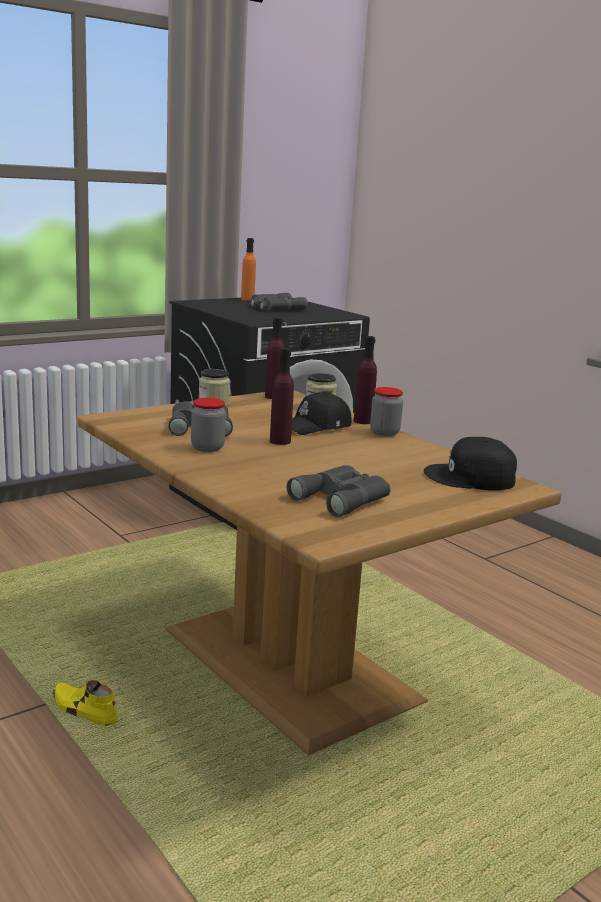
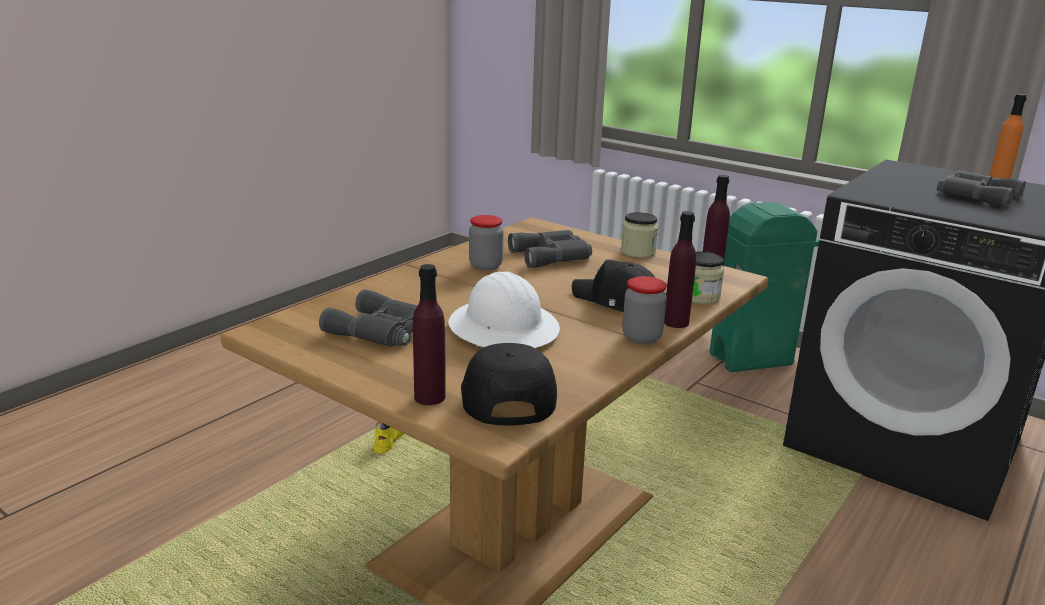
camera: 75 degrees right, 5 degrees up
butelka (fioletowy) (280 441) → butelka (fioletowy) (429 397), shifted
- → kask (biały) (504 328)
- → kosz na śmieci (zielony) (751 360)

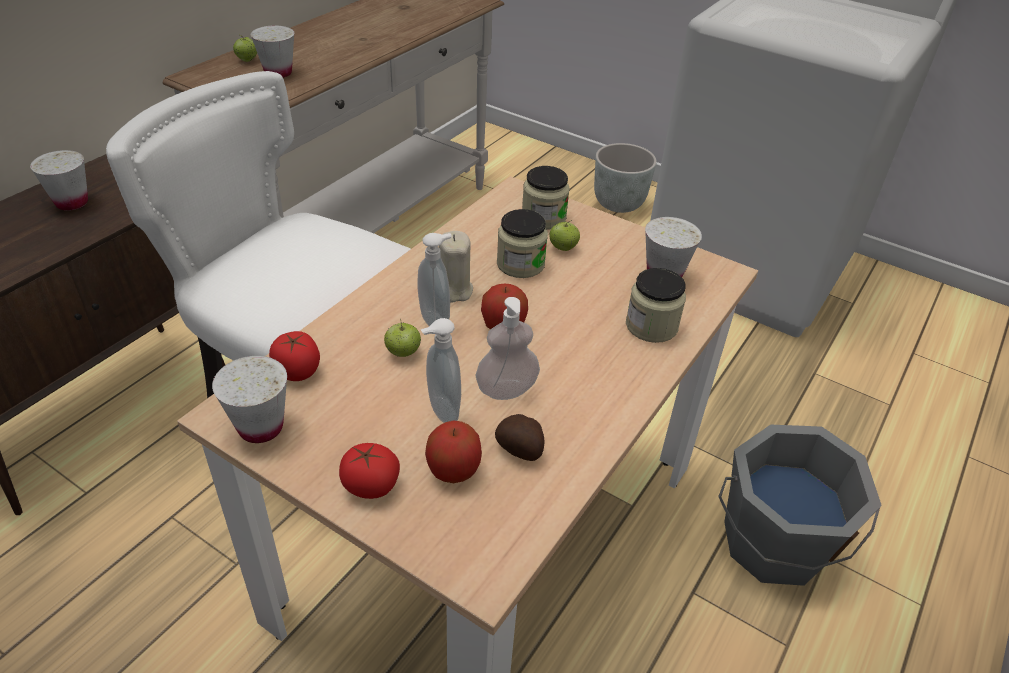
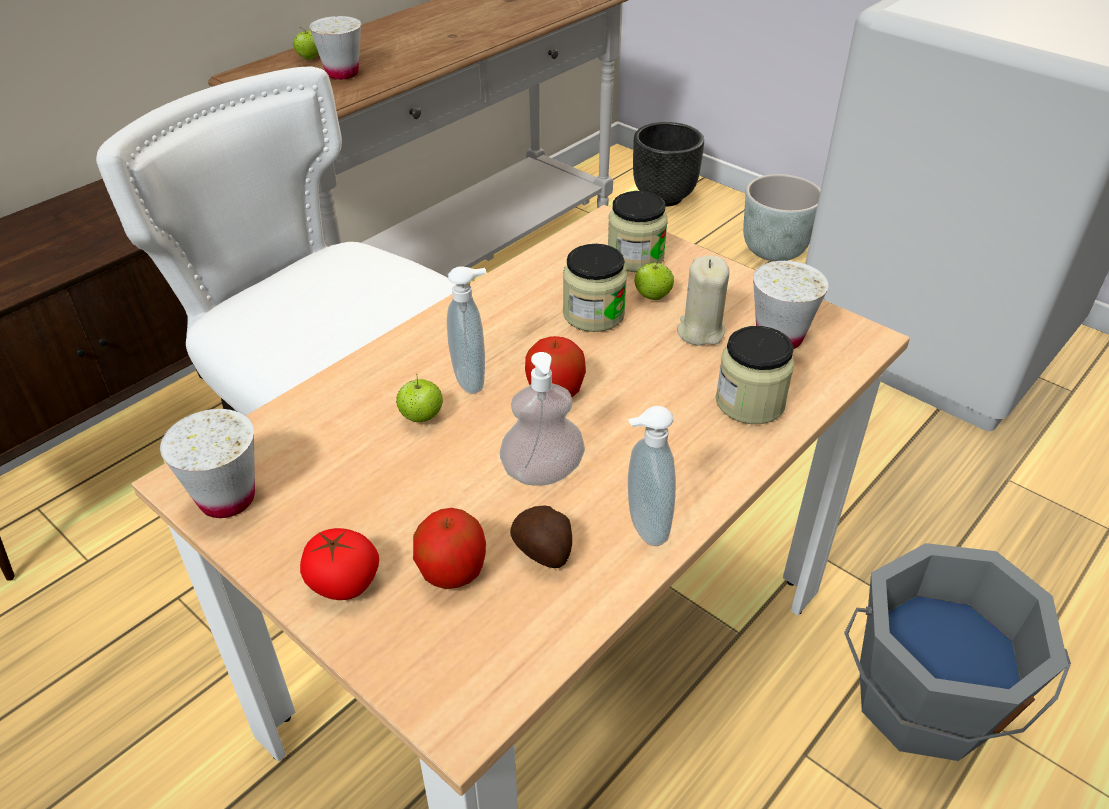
camera: 10 degrees right, 0 degrees up
filiżanka (biały) (72 203) → -
pomidor (297 371) → -
dozownik mydła (440 411) → dozownik mydła (643 527), shifted
świeca (beżowy) (453 290) → świeca (beżowy) (700 331), shifted
- → donica (czarny) (664 197)

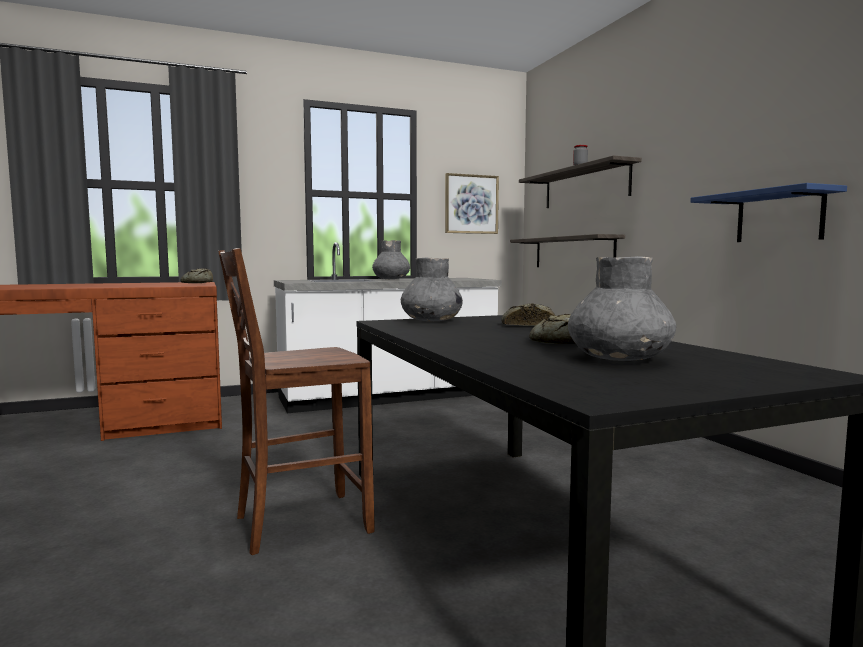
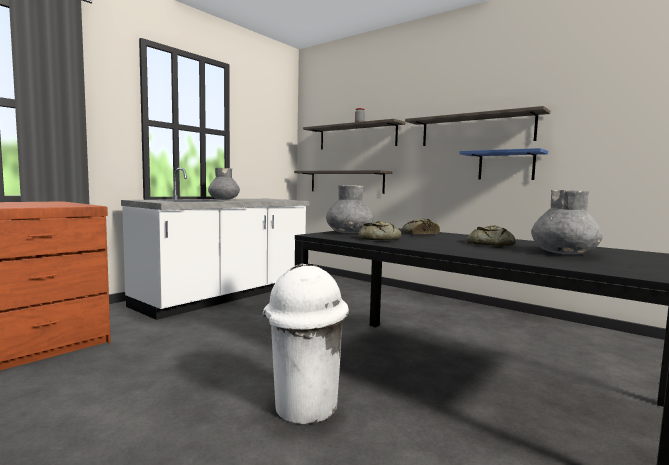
camera: 30 degrees left, 0 degrees up
chleb (197 283) → chleb (378 239), shifted
krzesło (brązowy) (299 523) → kosz na śmieci (biały) (304 407)
obraz (471 204) → -
- → półka (475 130)

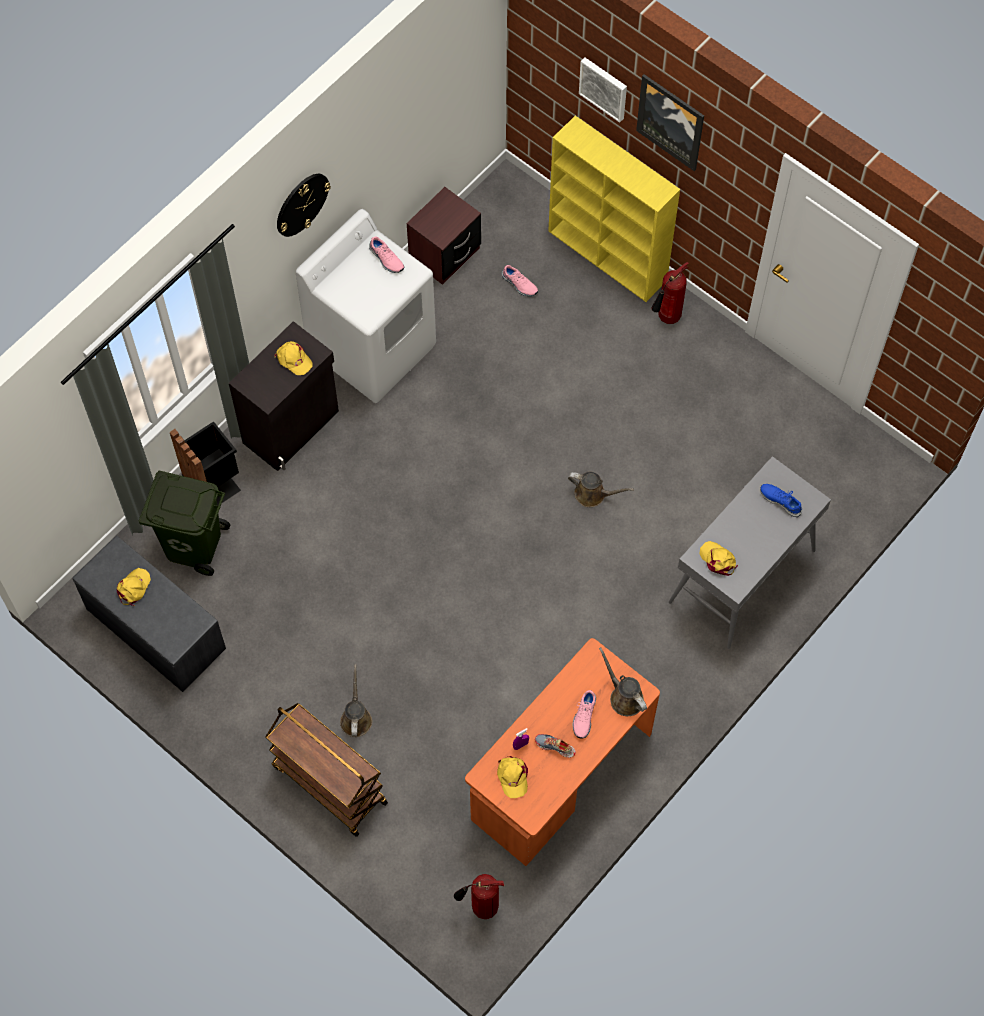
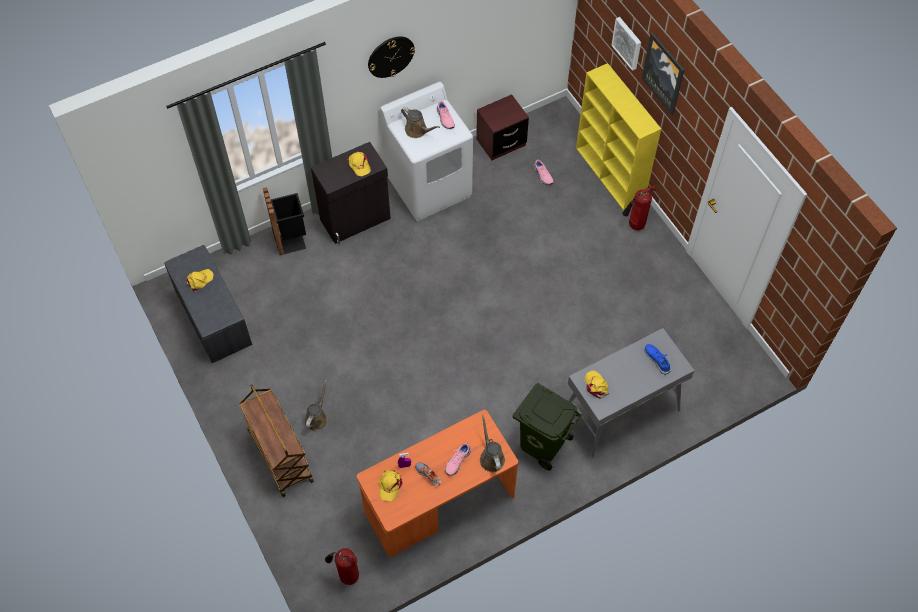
camera: 20 degrees right, 5 degrees down
kosz na śmieci (zielony) (194 544) → kosz na śmieci (zielony) (542 443), shifted
konewka (brązowy) (593 494) → konewka (brązowy) (417 130), shifted

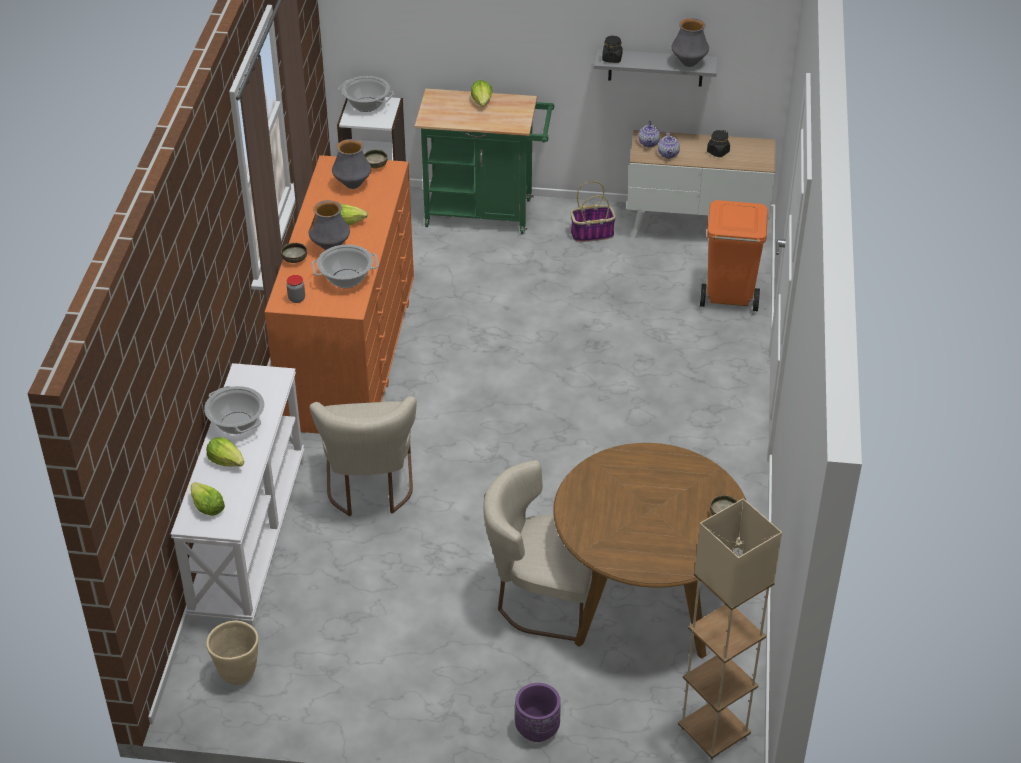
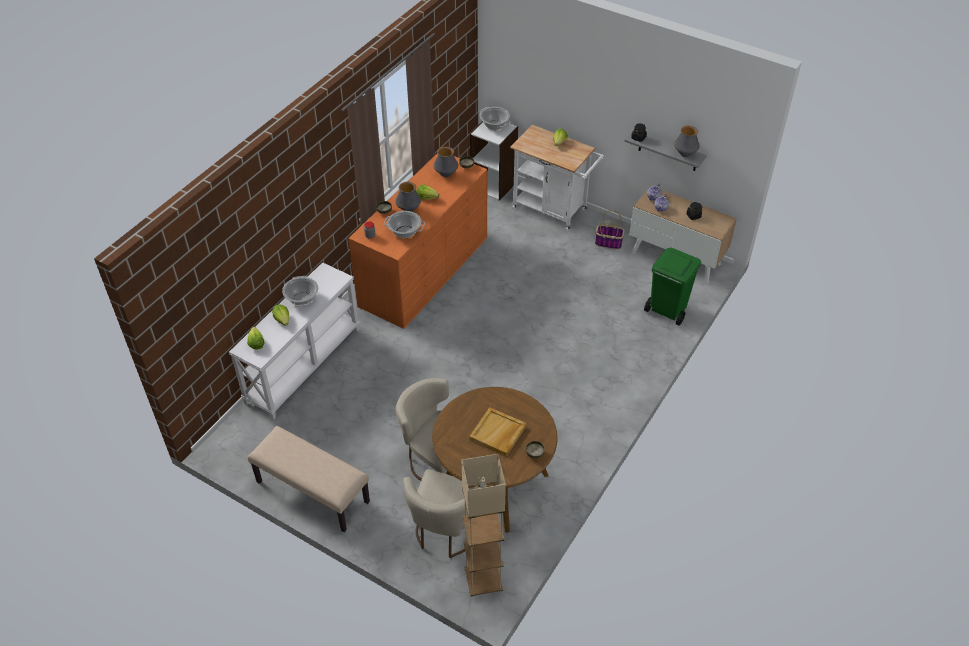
camera: 25 degrees right, 5 degrees up
donica (beżowy) (237 674) → -
krzesło (beżowy) (370 488) → krzesło (beżowy) (445 532), shifted
wózek (zielony) (486 213) → wózek (biały) (553 210)
donica (fioletowy) (537 729) → -
kosz na śmieci (pomarańczowy) (728 297) → kosz na śmieci (zielony) (667 310)
- → ławka (beżowy) (312 492)
- → taca (beżowy) (498 433)

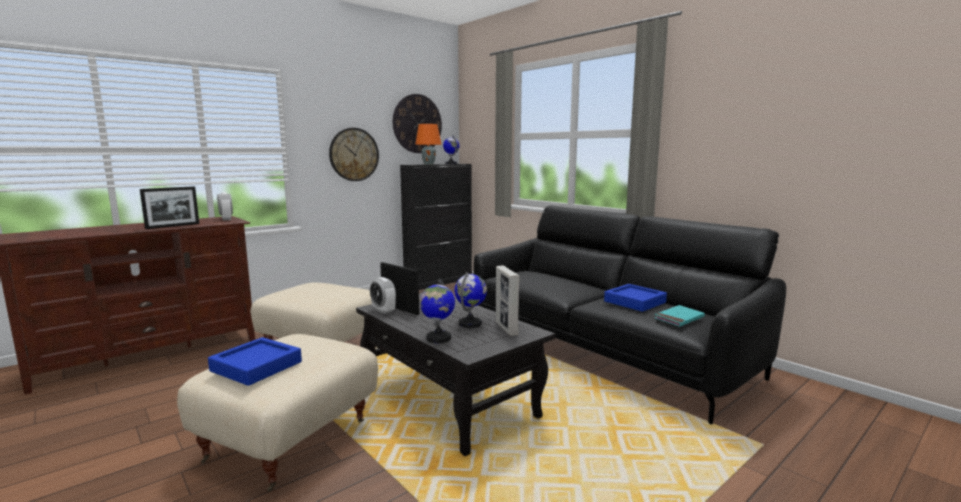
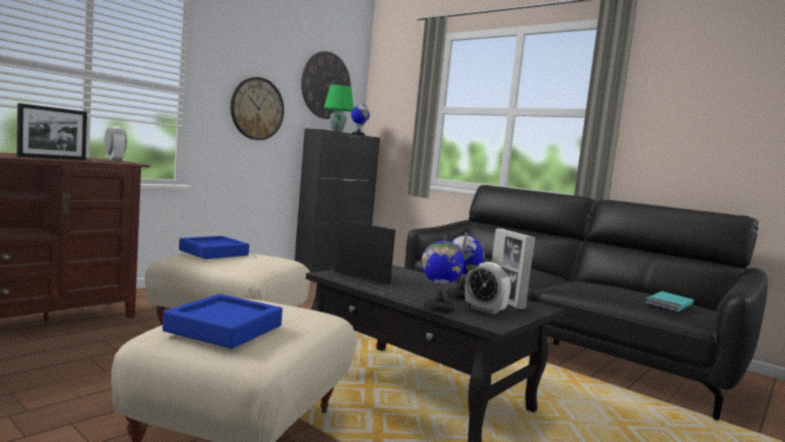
camera: 10 degrees left, 5 degrees down
budzik (383 311) → budzik (484 310), shifted
lampa stołowa (pomarańczowy) (429 164) → lampa stołowa (zielony) (337 131)
taca (niebieski) (634 302) → taca (niebieski) (213 252), shifted

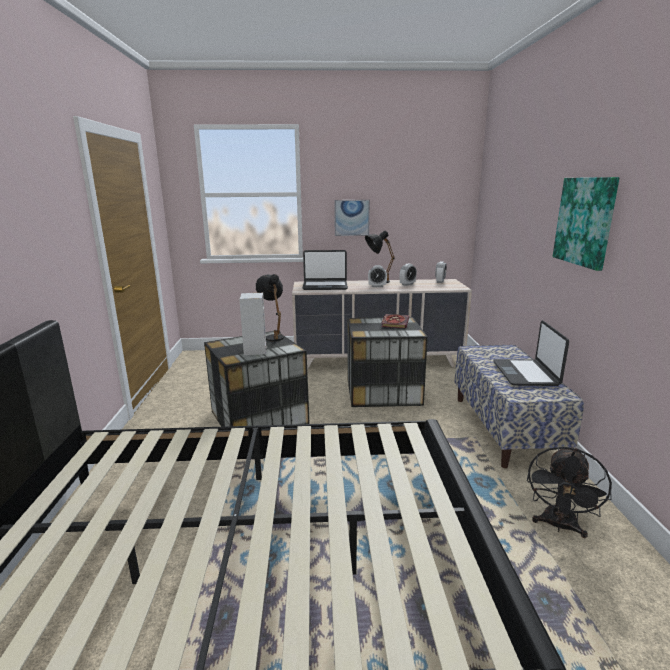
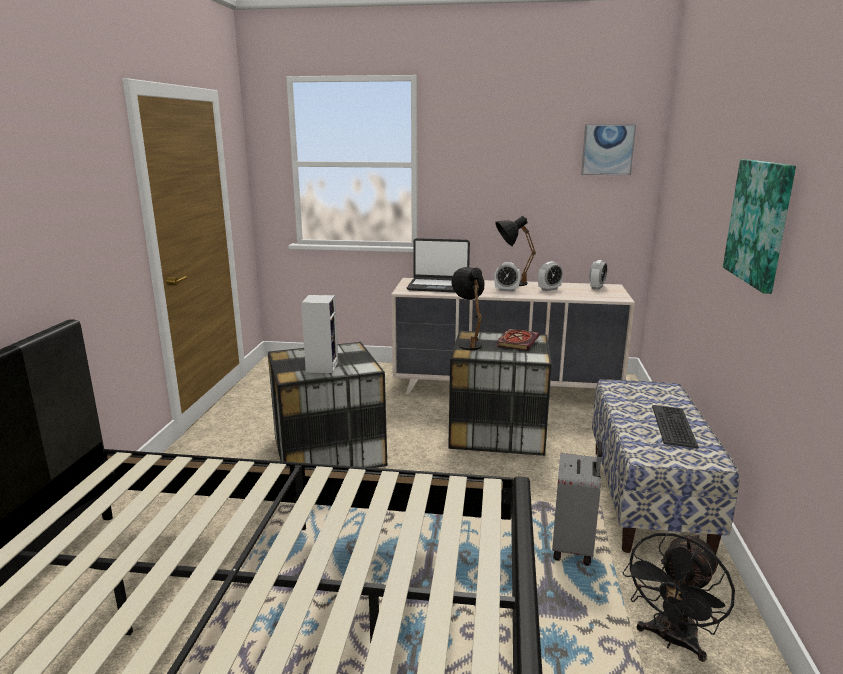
camera: 10 degrees right, 0 degrees up
lampa stołowa (czarny) (273 336) → lampa stołowa (czarny) (469 343), shifted
obraz (351 217) → obraz (607 149), shifted
laptop (526 373) → klawiatura (674 426)
- → walizka (szary) (574 547)

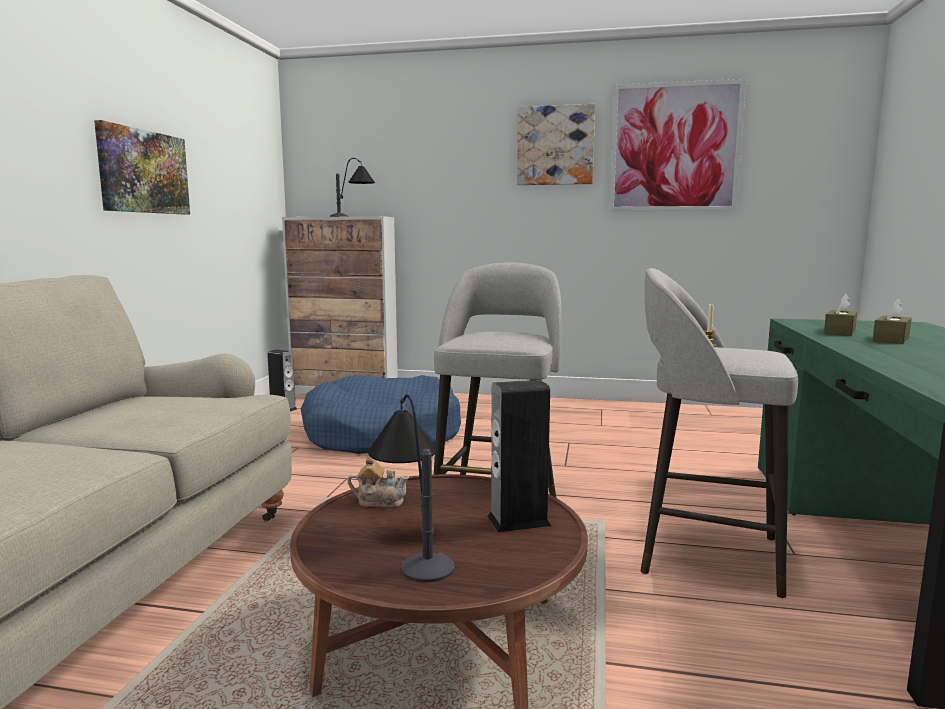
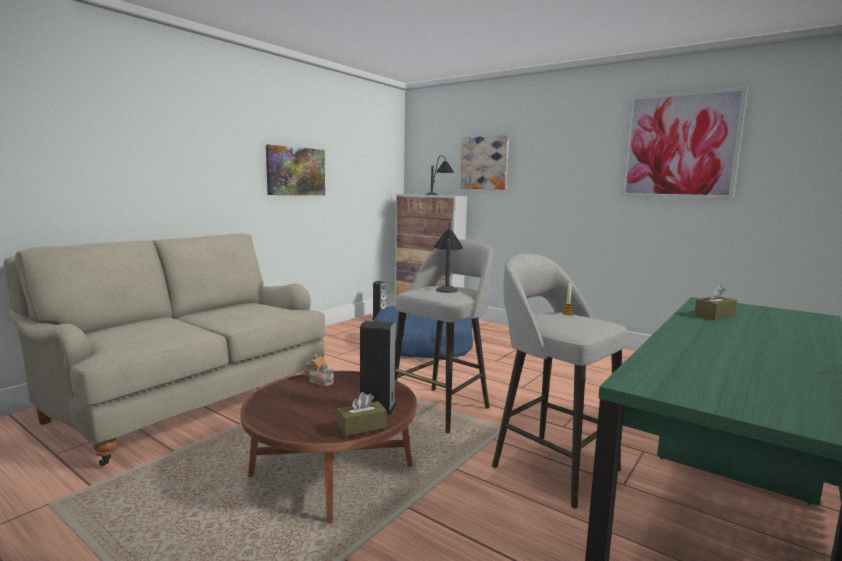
camera: 25 degrees right, 0 degrees up
lampa stołowa (411 544) → lampa stołowa (447 286), shifted
obraz (555 146) → obraz (484 163), shifted
pudełko chusteczek (brązowy) (891 339) → pudełko chusteczek (brązowy) (361 427), shifted

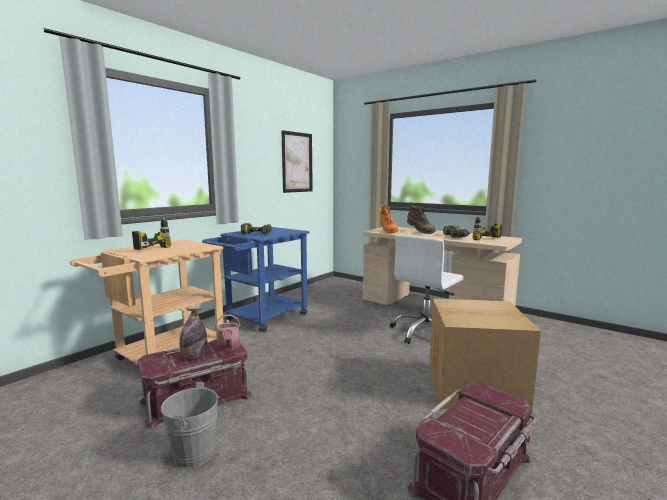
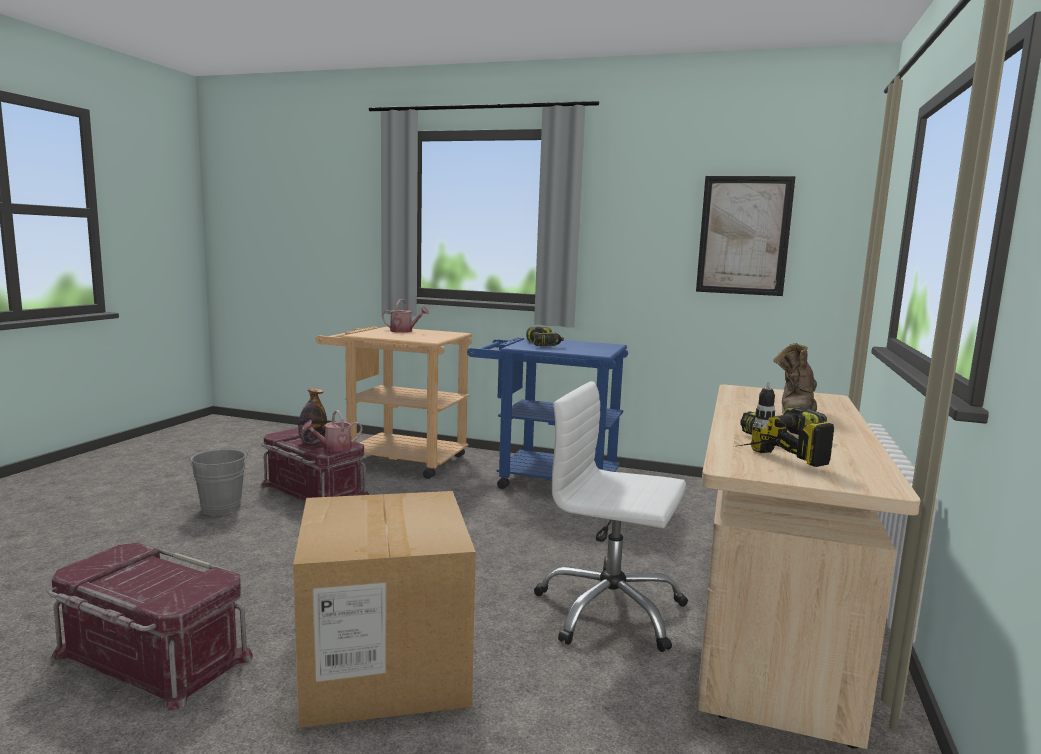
camera: 70 degrees right, 0 degrees up
wiertarka (147 248) → konewka (404 331)
but z cholewką (pomarańczowy) (387 231) → -

